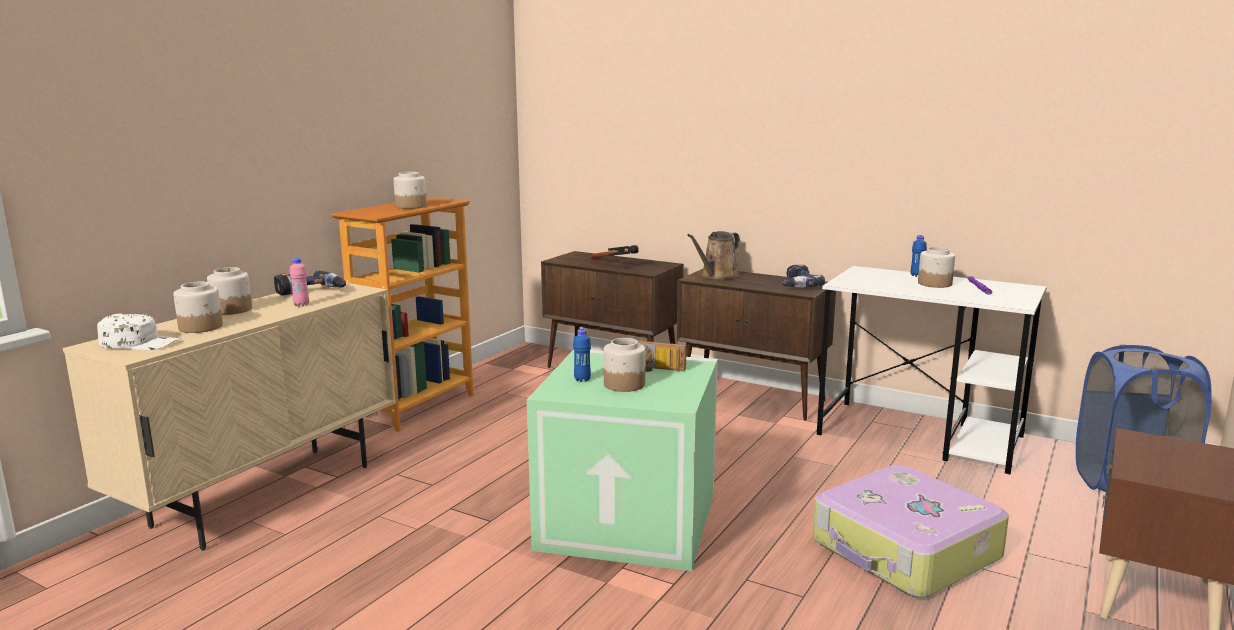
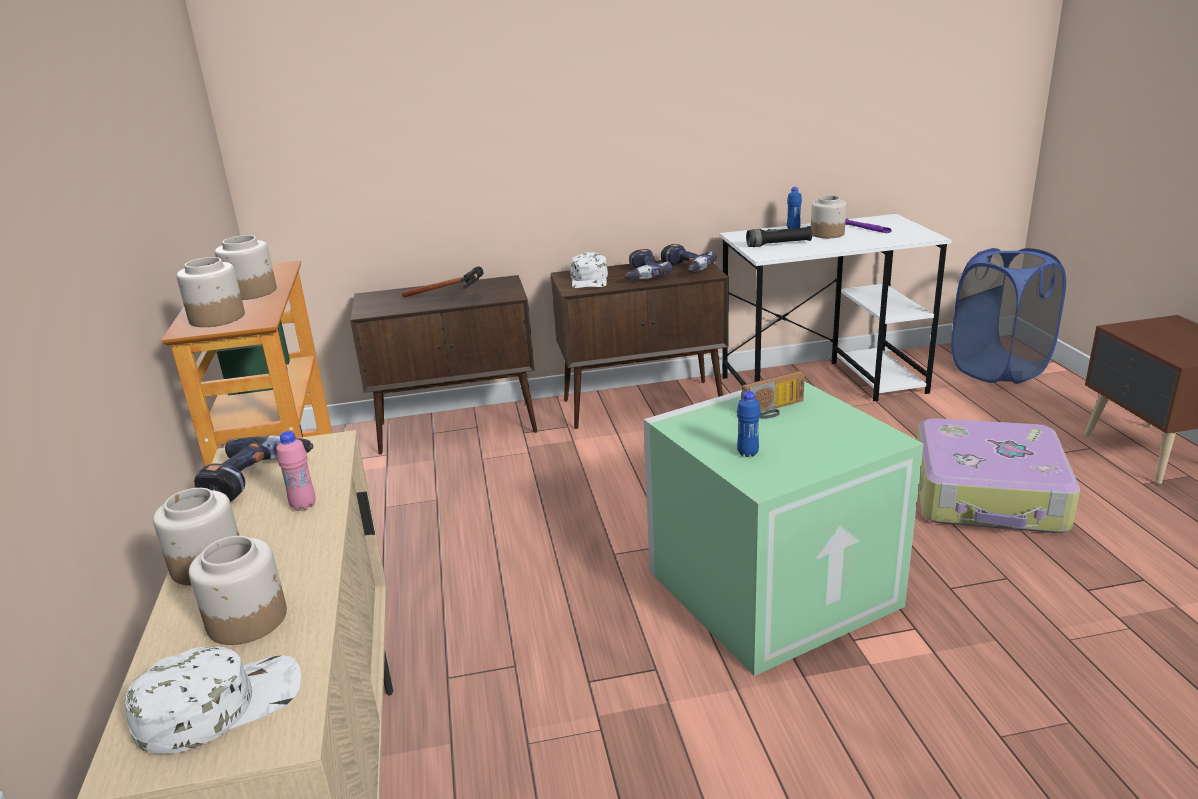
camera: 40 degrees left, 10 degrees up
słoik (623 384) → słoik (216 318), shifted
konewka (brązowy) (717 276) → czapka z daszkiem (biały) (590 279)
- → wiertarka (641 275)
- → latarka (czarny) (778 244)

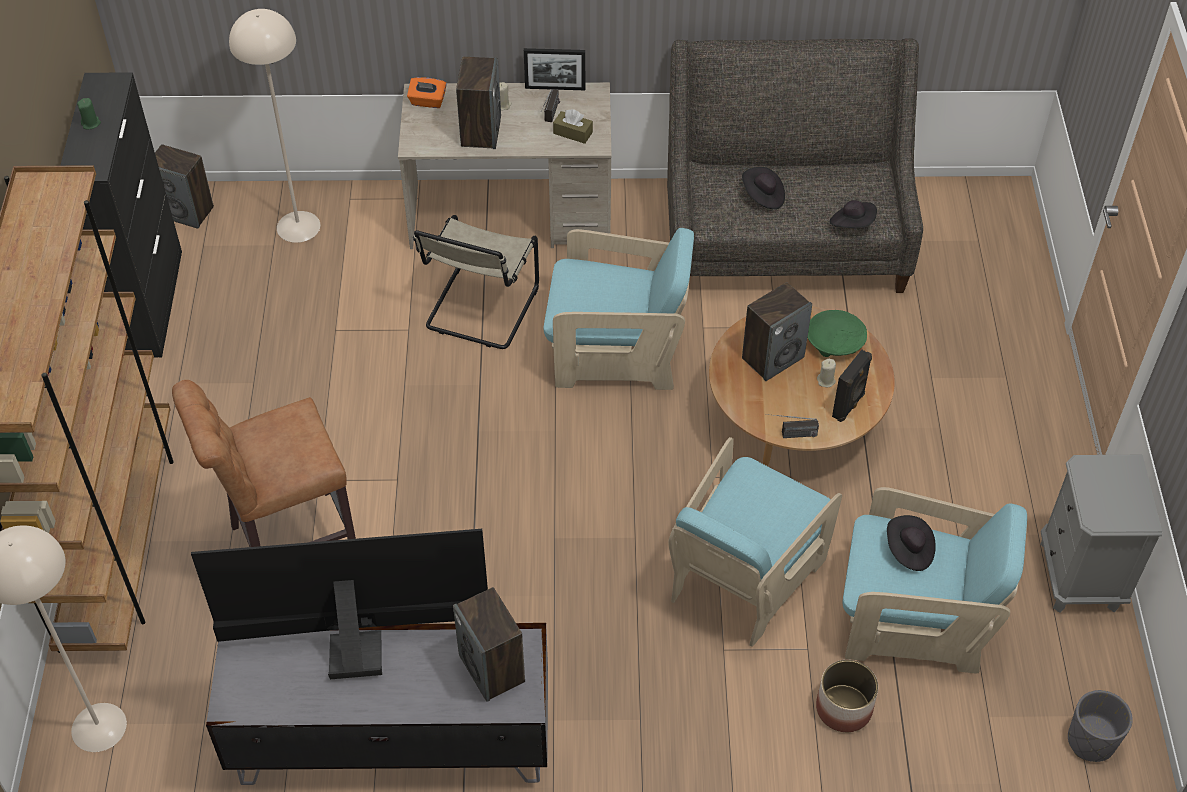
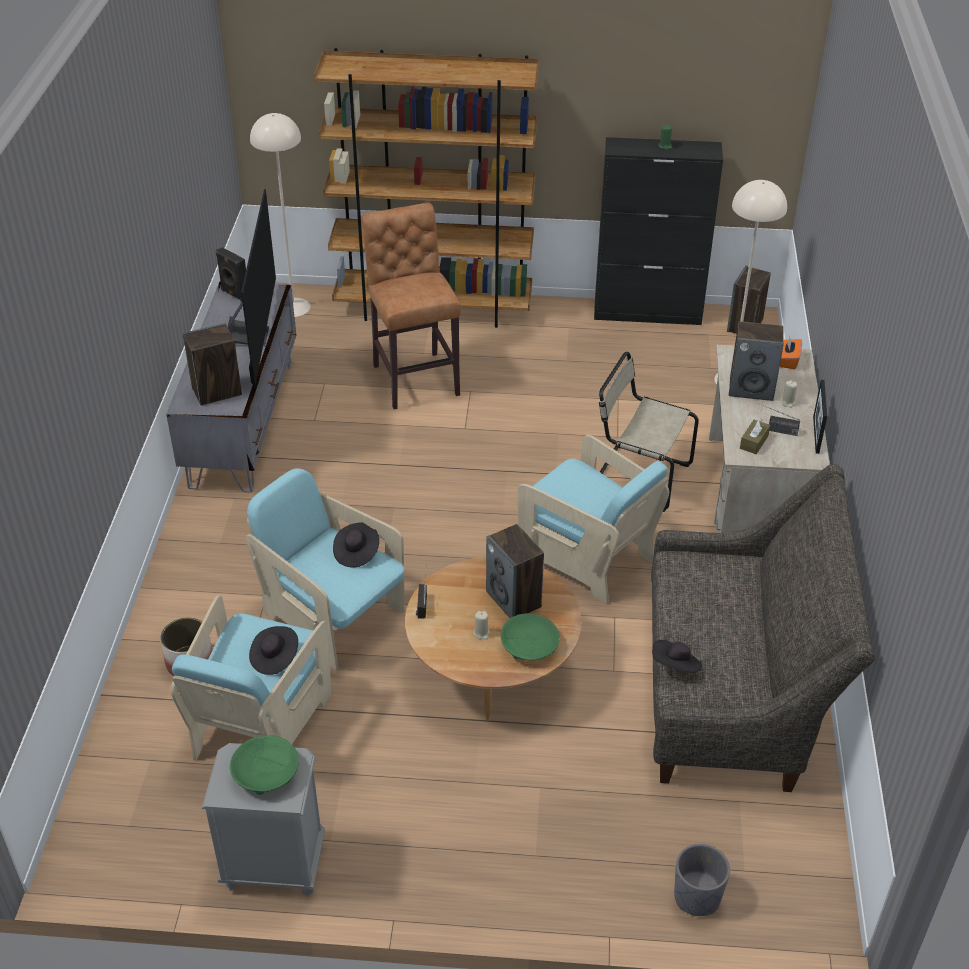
camera: 95 degrees right, 10 degrees down
fotel (turkusowy) (616 352) → fotel (turkusowy) (587 556), 60 degrees counterclockwise
kapelusz (czarny) (763 197) → kapelusz (czarny) (356 553), shifted
głośnik (czarny) (849 406) → głośnik (czarny) (234 295), shifted
donica (szary) (1091 741) → donica (szary) (697 897), shifted
- → miska (zielony) (265 774)

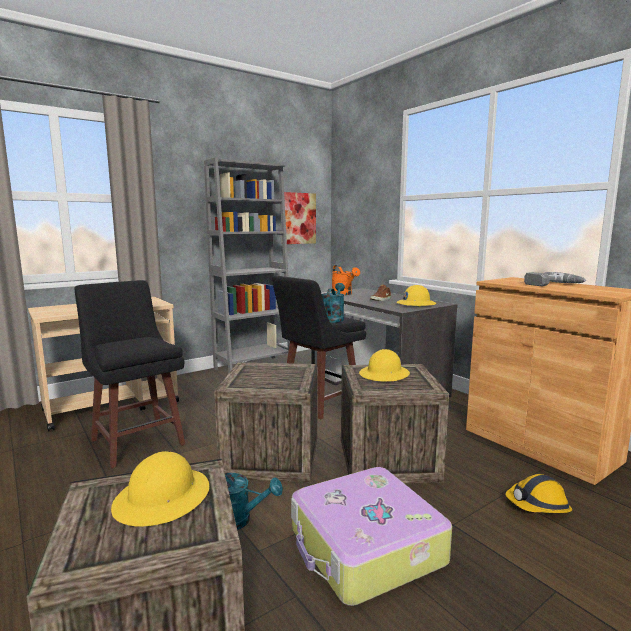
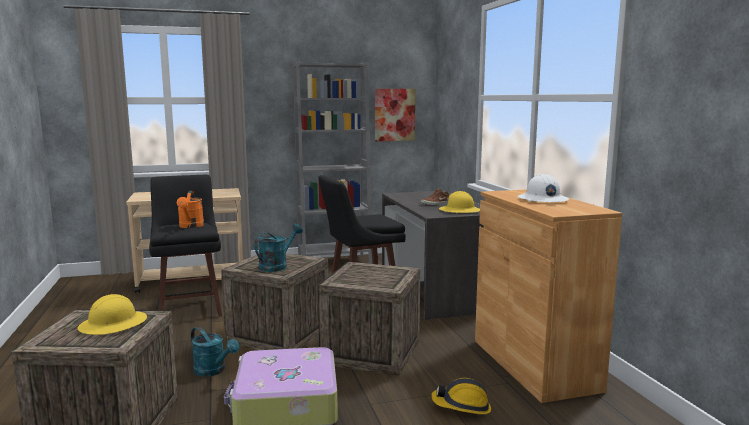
camera: 20 degrees right, 0 degrees up
konewka (turkusowy) (333 318) → konewka (turkusowy) (277 266), shifted
konewka (pomarańczowy) (344 294) → konewka (pomarańczowy) (190 226), shifted
kask (żółty) (384 374) → -
wiertarka (553 285) → kask (biały) (542 200)

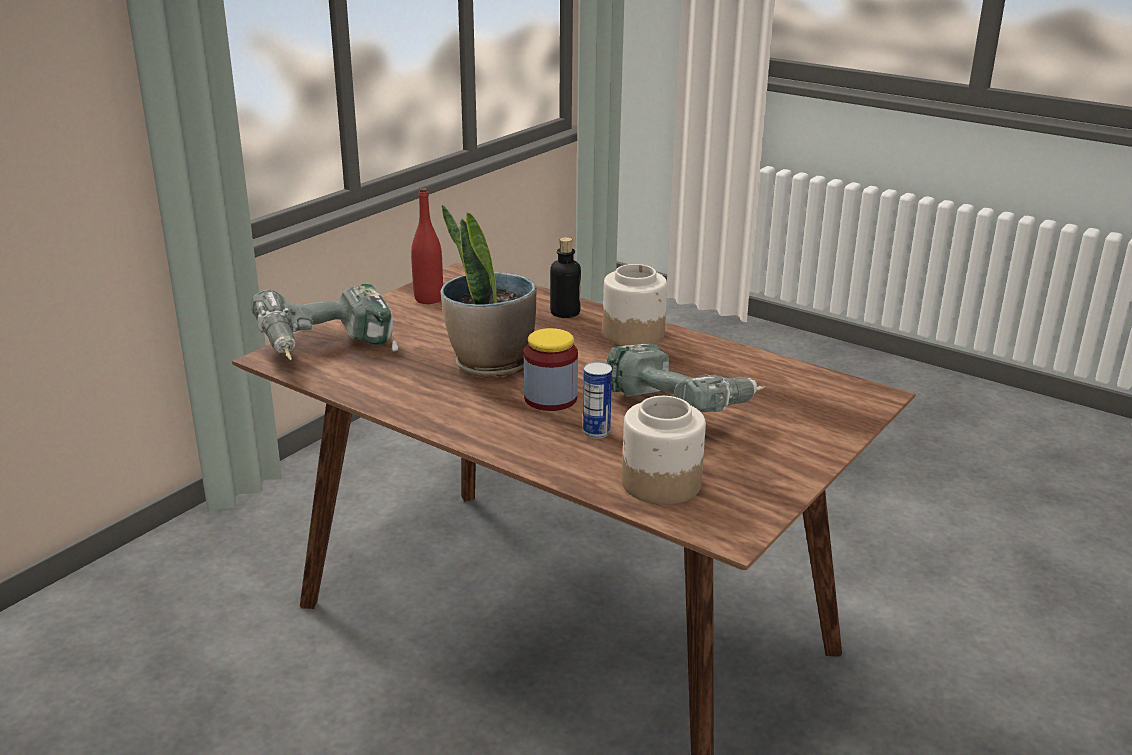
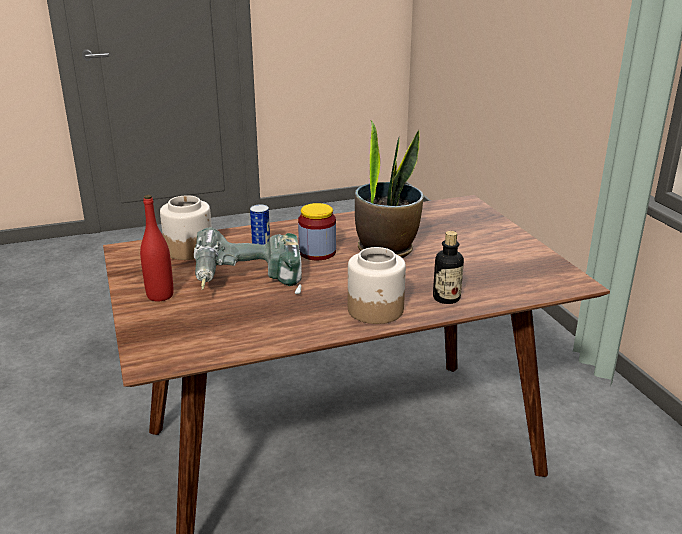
camera: 125 degrees right, 0 degrees up
wiertarka (328 350) → -
butelka (czerwony) (428 299) → butelka (czerwony) (160 295), shifted

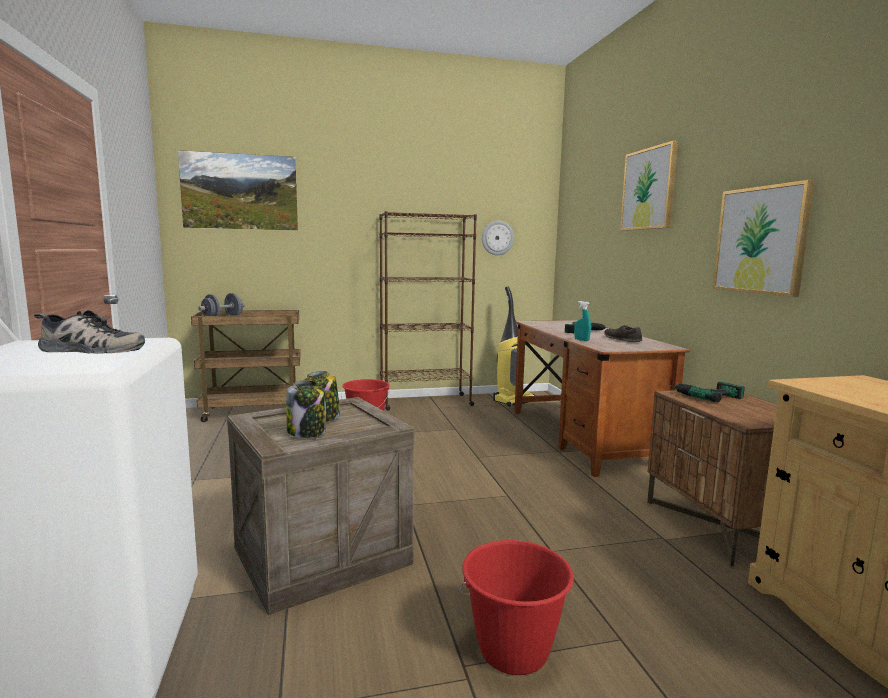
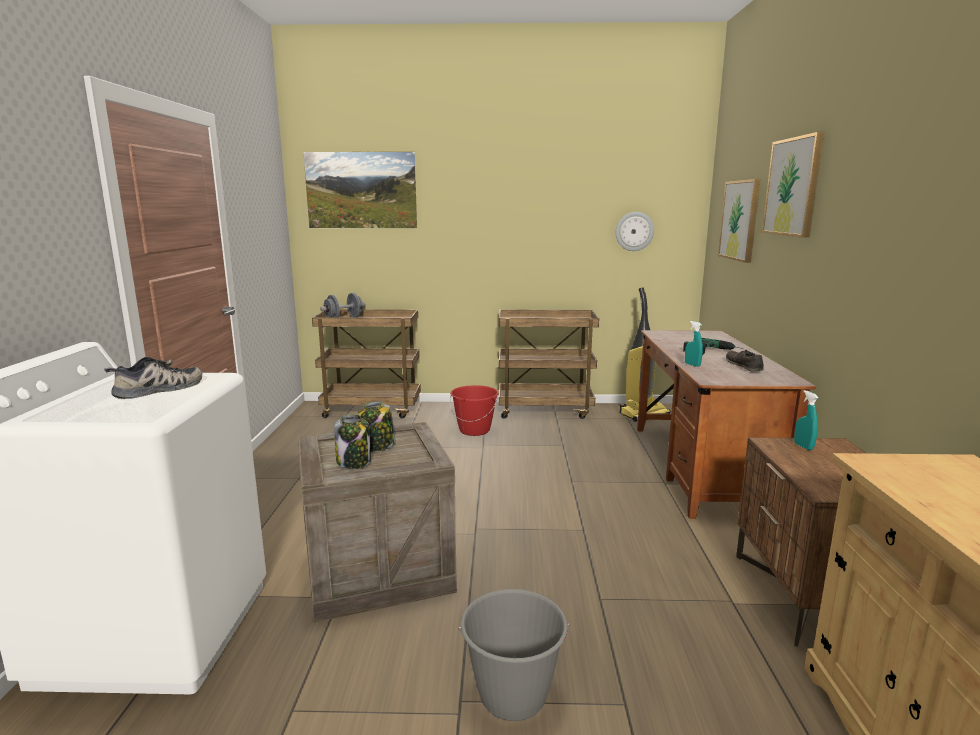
camera: 15 degrees right, 5 degrees up
but (89 350) → but (159 389), 60 degrees counterclockwise
regał (brązowy) (425 402) → wózek (brązowy) (545 410)
wiadro (czerwony) (513 651) → wiadro (szary) (513 696)
wiertarka (702 394) → spryskiwacz (turkusowy) (803 446)
obraz (760 240) → obraz (740 220), shifted

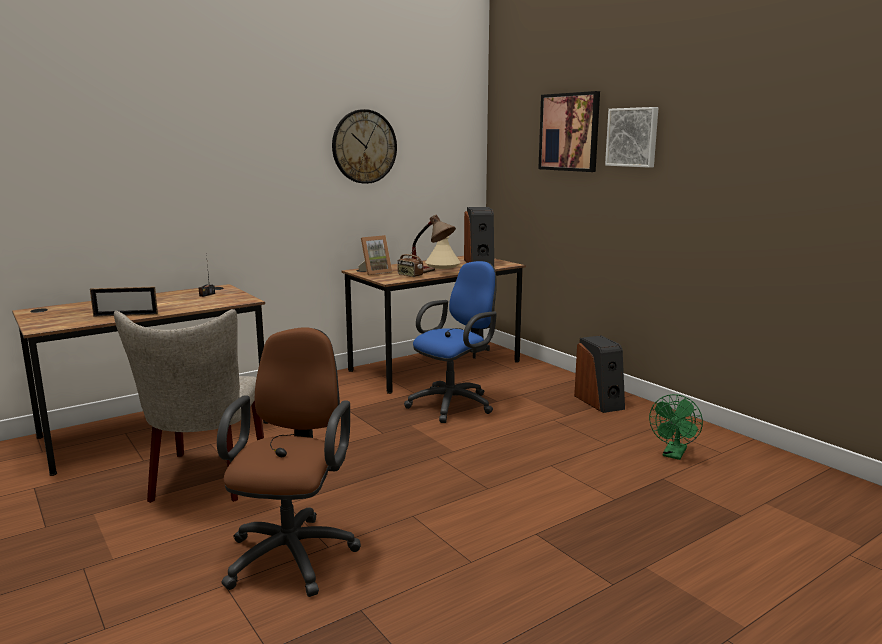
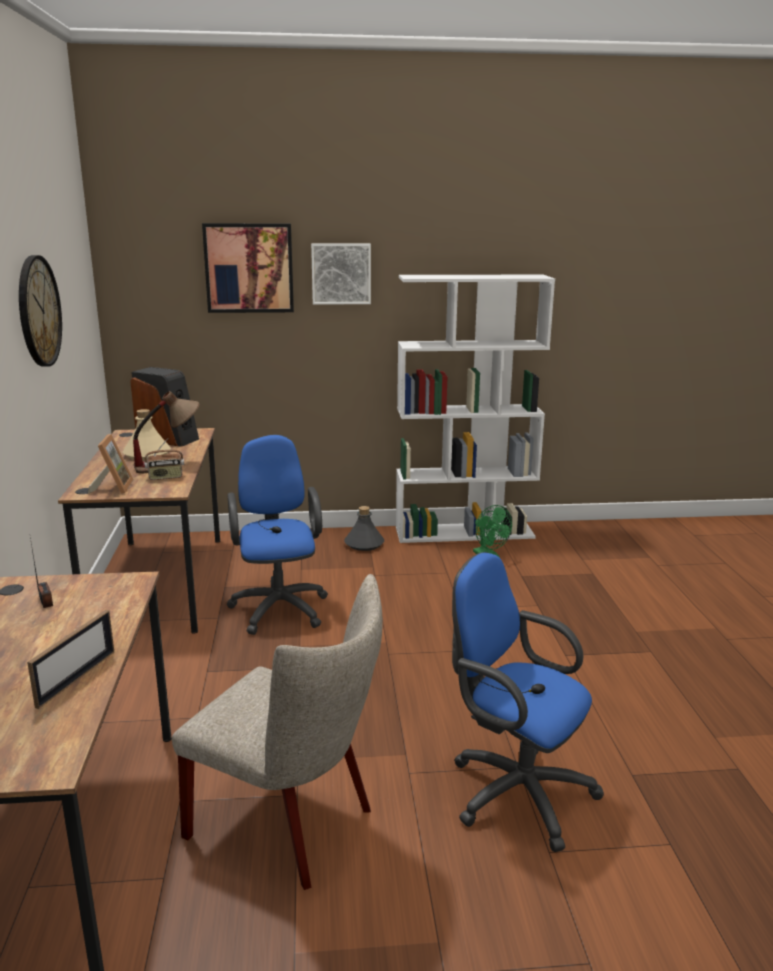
camera: 60 degrees left, 5 degrees up
krzesło biurowe (brązowy) (293 552) → krzesło biurowe (niebieski) (514 791)
głośnik (599 402) → butelka (szary) (364 544)
- → regał (biały) (465 532)

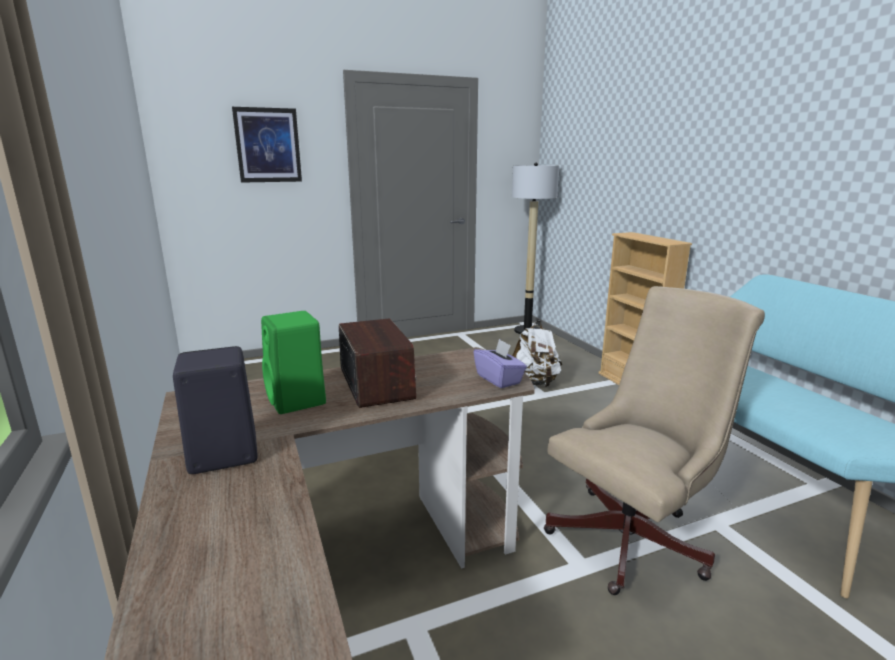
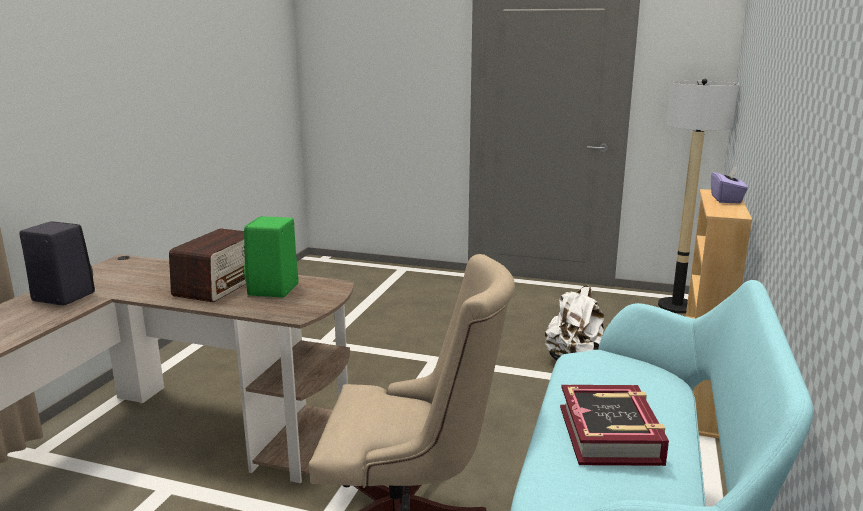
camera: 40 degrees right, 0 degrees up
obraz (268 145) → -
głośnik (zielony) (297 401) → głośnik (zielony) (273 290), shifted
pudełko chusteczek (fioletowy) (499 379) → pudełko chusteczek (fioletowy) (726 199), shifted
- → książka (610 435)

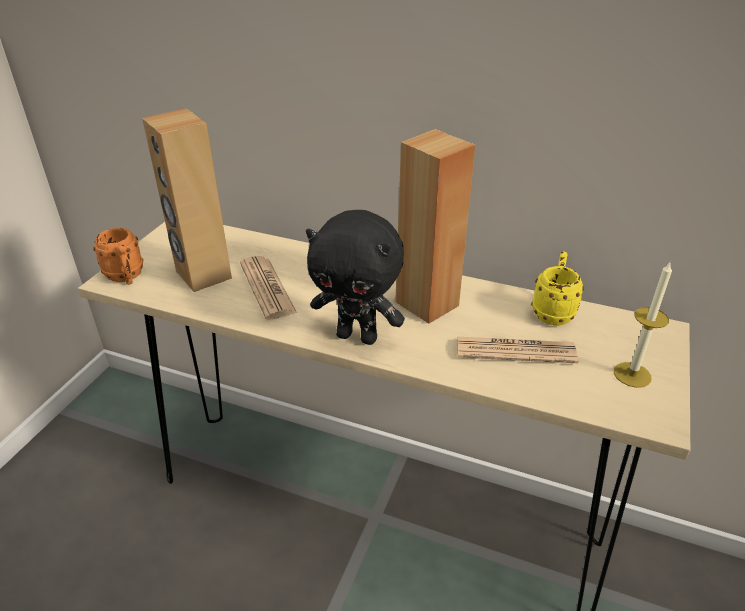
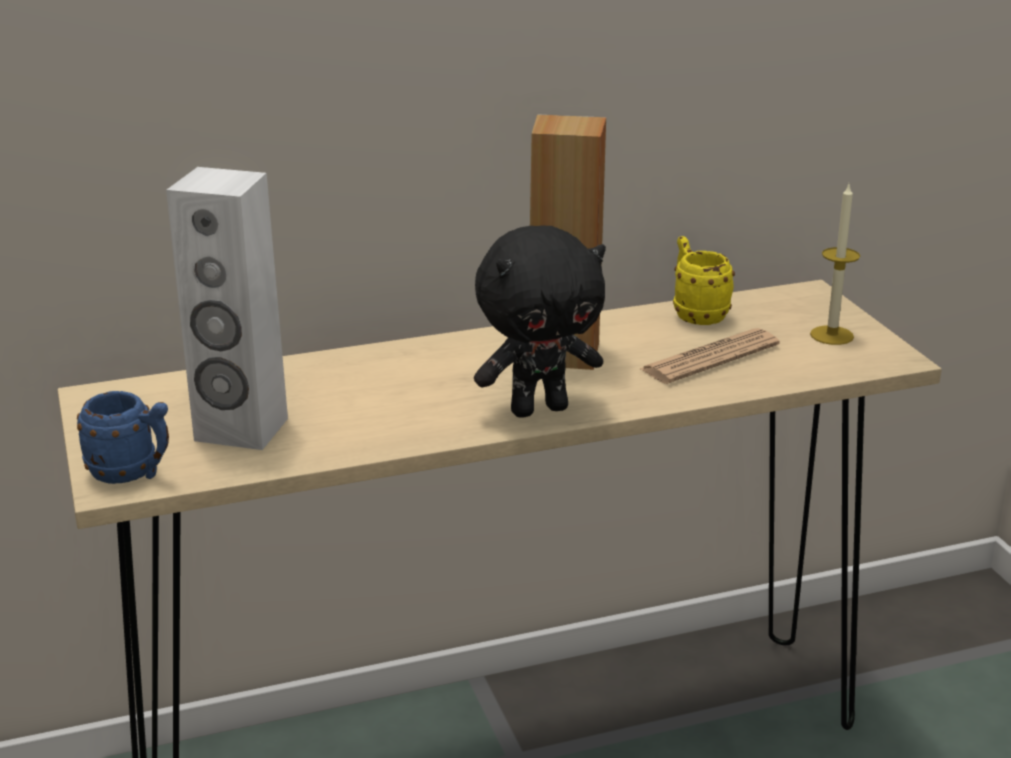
camera: 40 degrees left, 10 degrees down
kubek (pomarańczowy) (126 278) → kubek (niebieski) (132 474)
głośnik (brązowy) (202 275) → głośnik (biały) (241 430)
gazeta (267 288) → -

